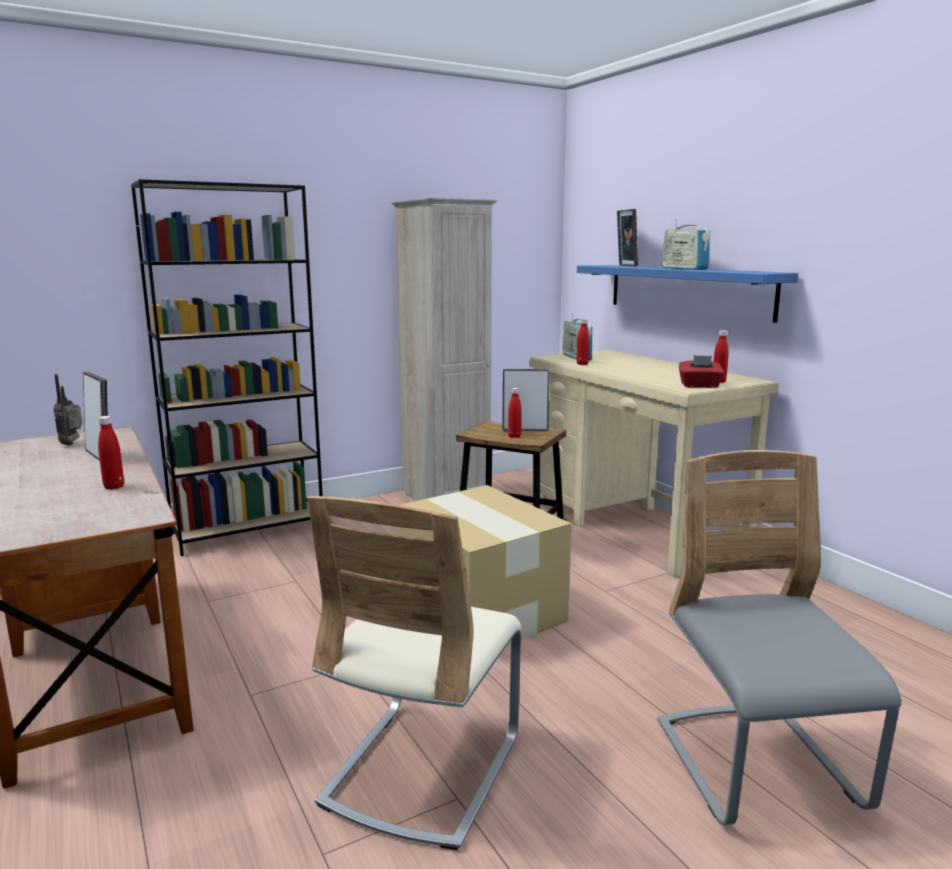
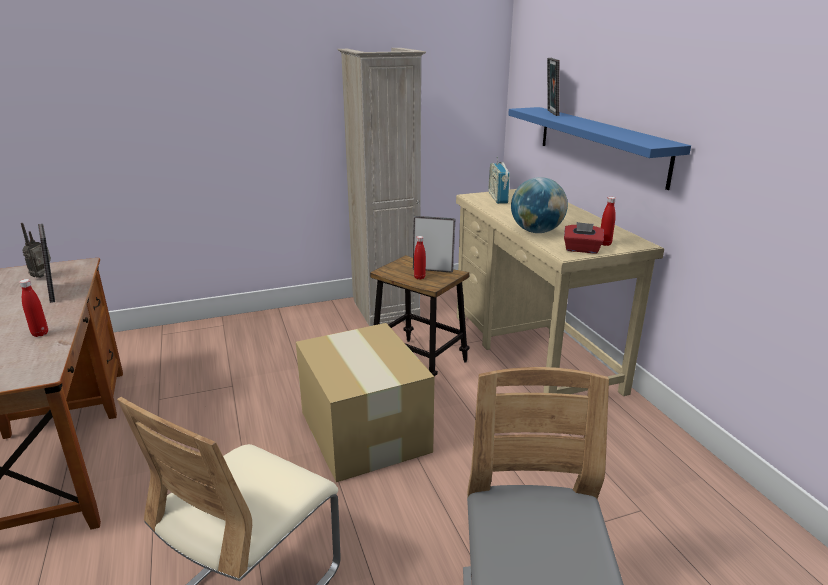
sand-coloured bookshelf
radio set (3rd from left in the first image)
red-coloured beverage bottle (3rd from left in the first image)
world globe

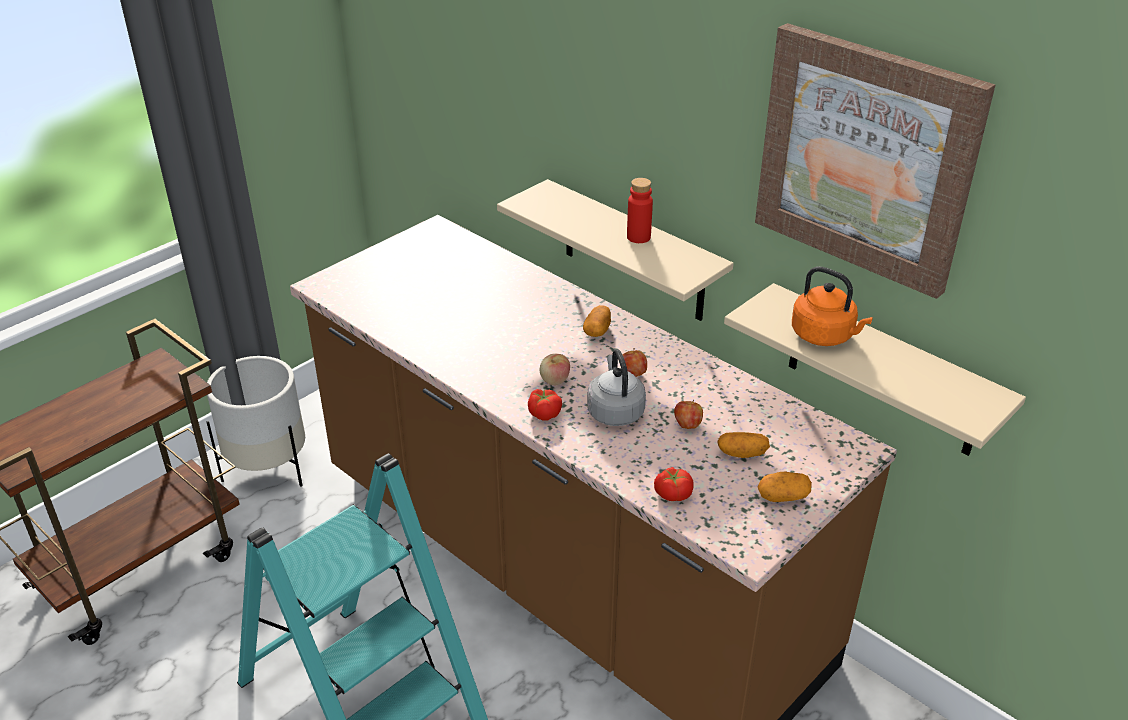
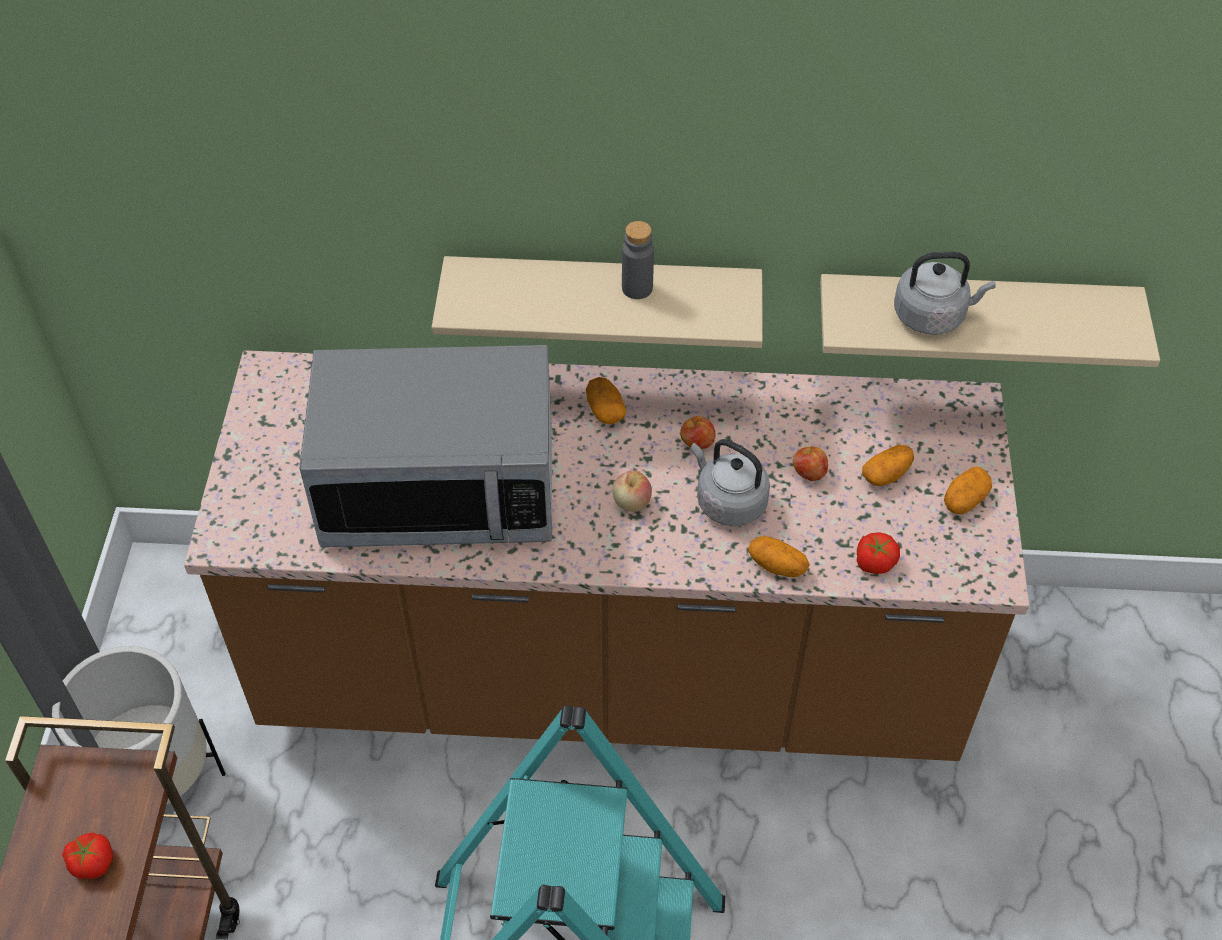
wall picture
gray beverage bottle
gray tea kettle (2nd from left)
whole tomato (1st from left)
kitchen microwave
whole potato (2nd from left)

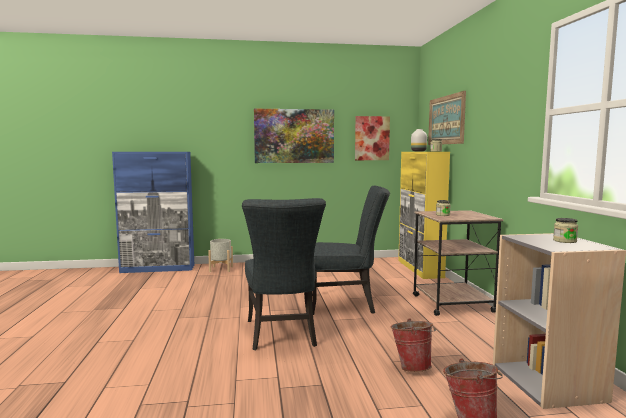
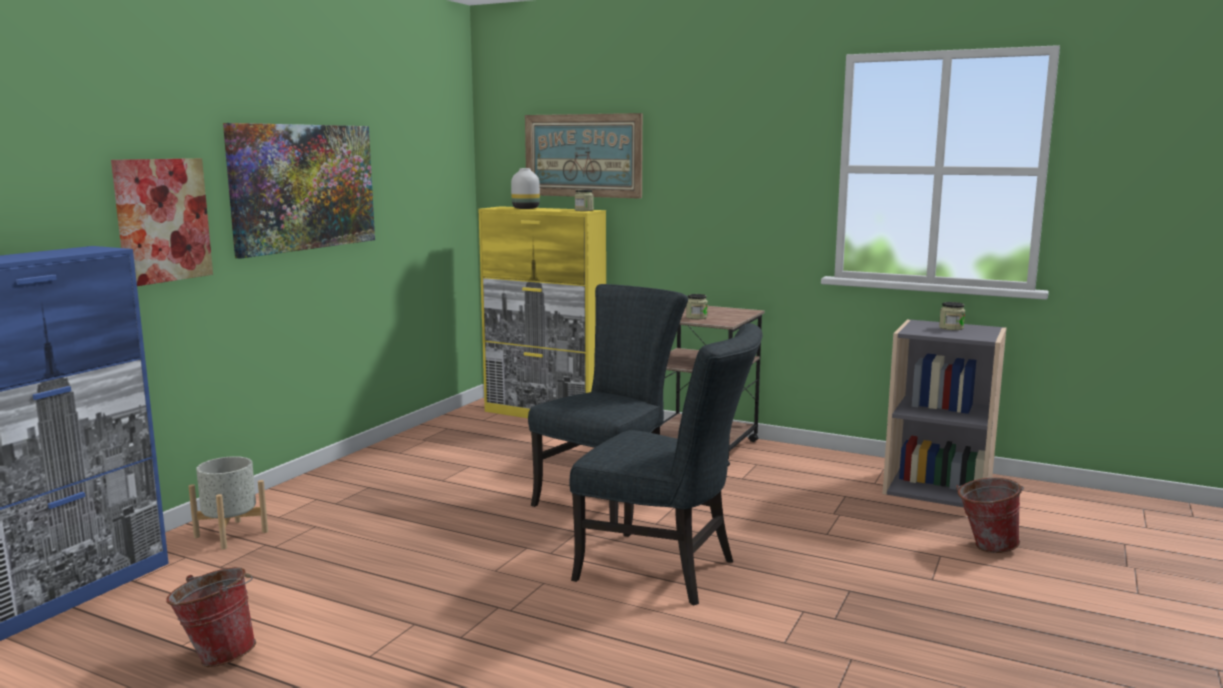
wall picture (1st from left)
pail (1st from left)

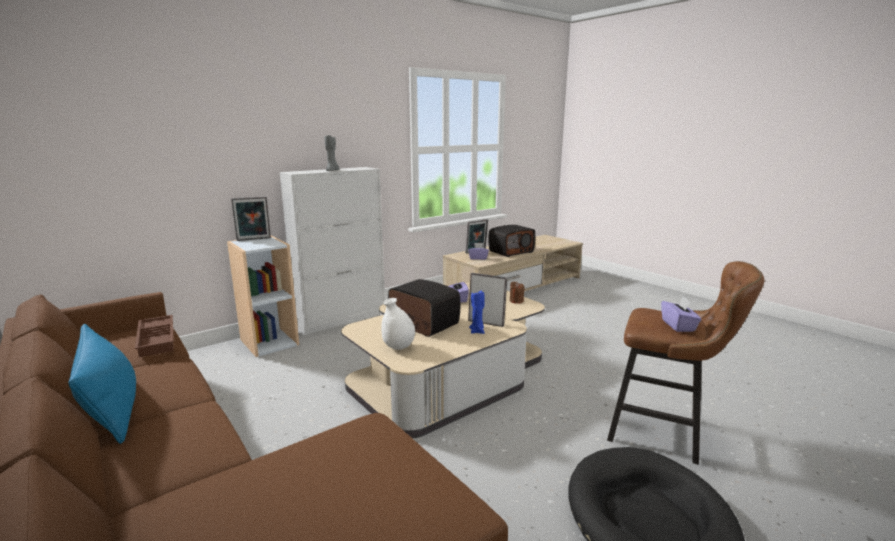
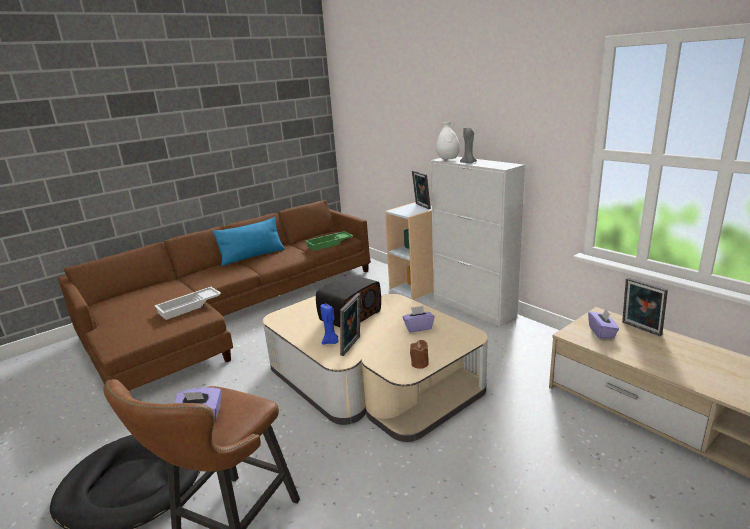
radio set (2nd from left in the first image)
whitish flower vase
greenish serving tray
whitish serving tray

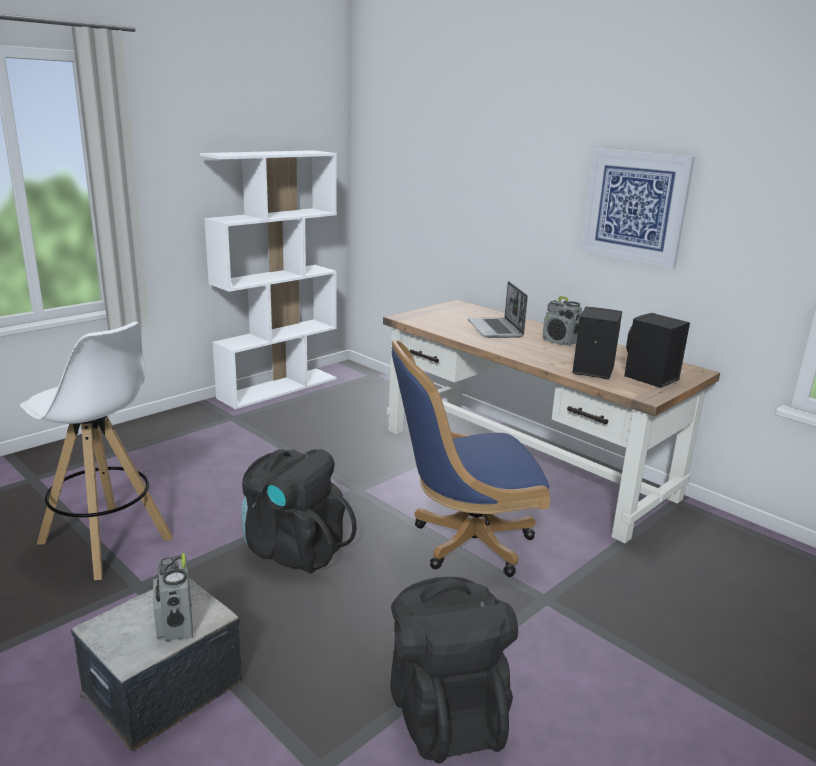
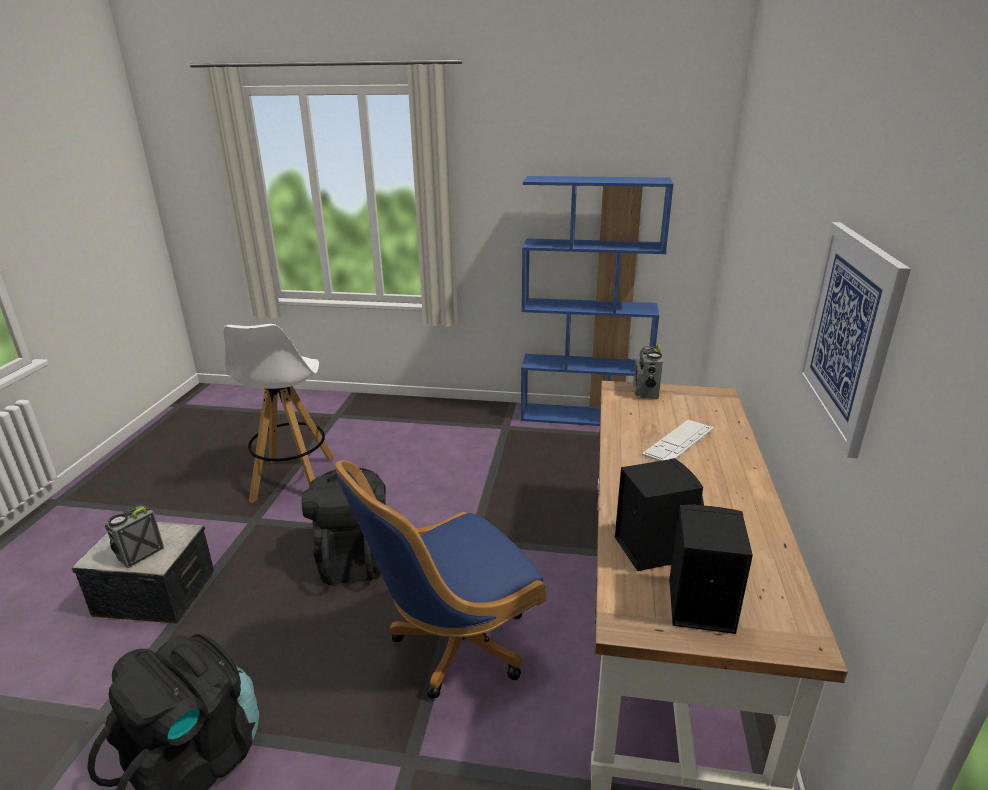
bluish bookshelf
PC keyboard
radio set (2nd from left)
bluish desk chair

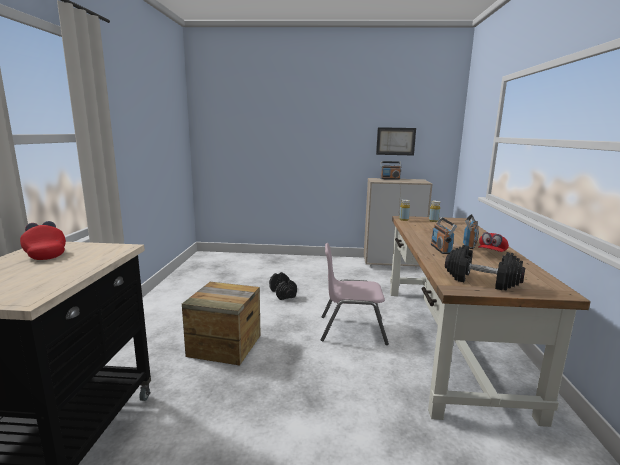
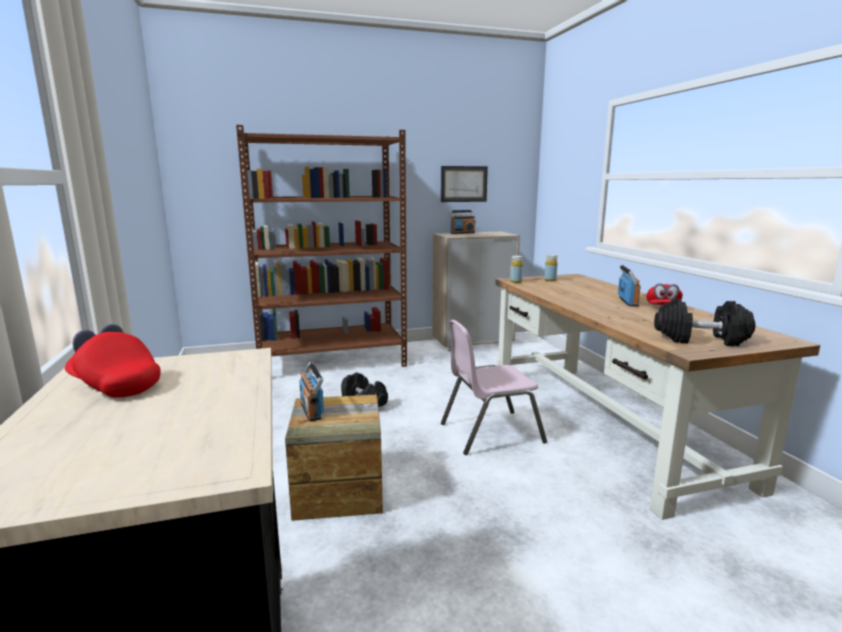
radio set (1st from left)
brown-coloured bookshelf

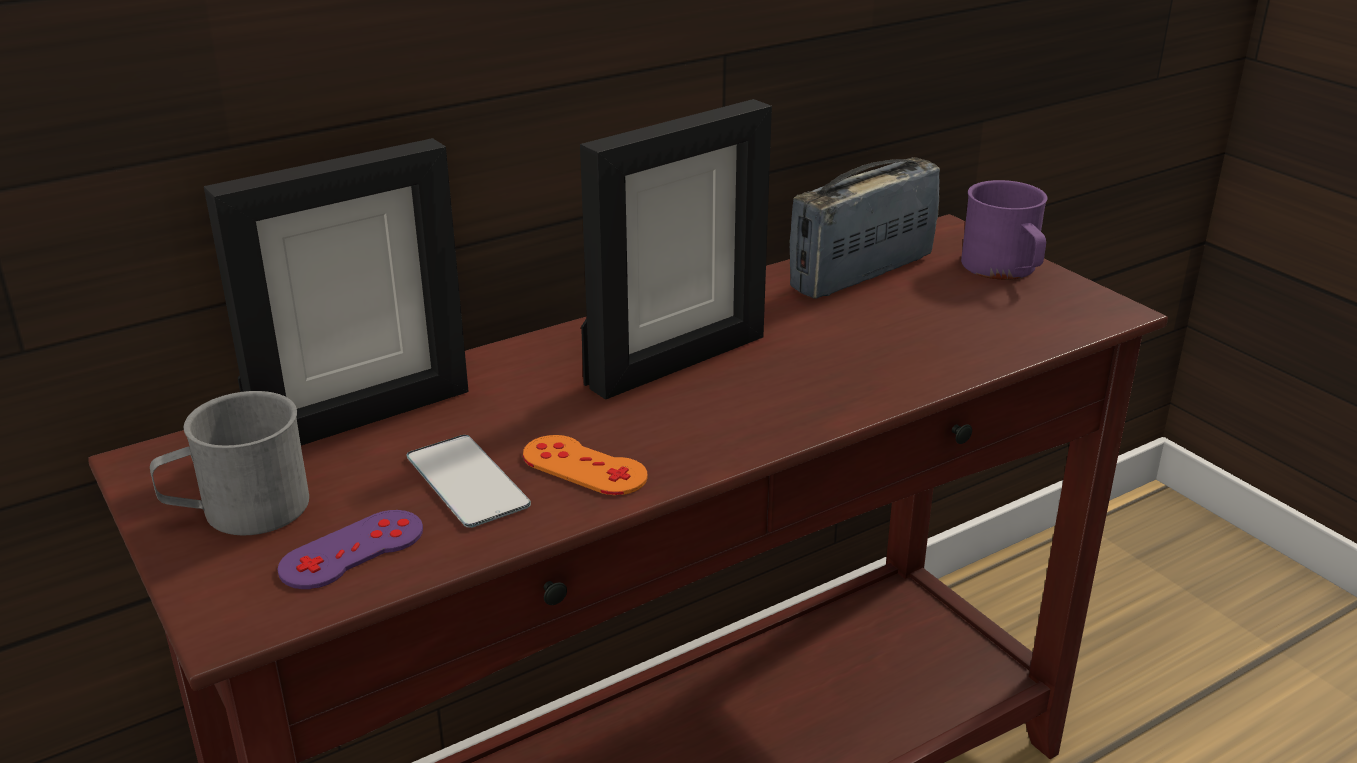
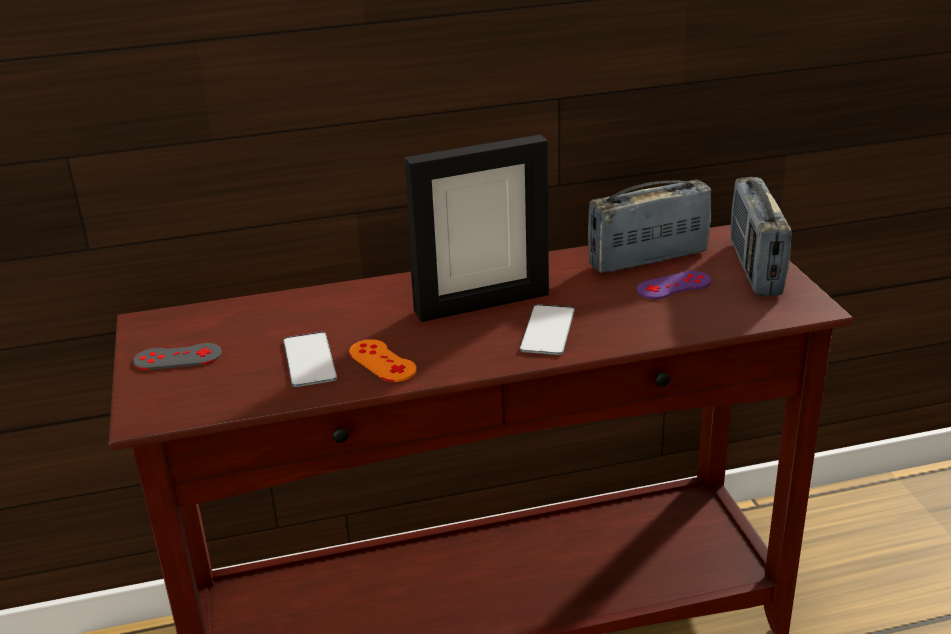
photo frame (1st from left in the first image)
radio set (2nd from left)
gray game controller
purple-coloured game controller
handset (2nd from left)

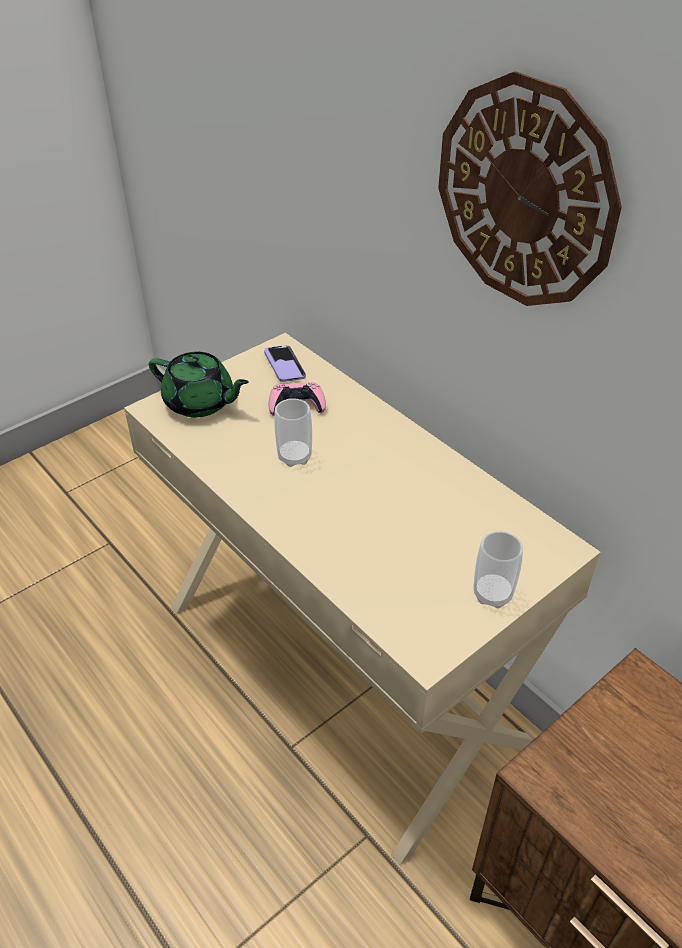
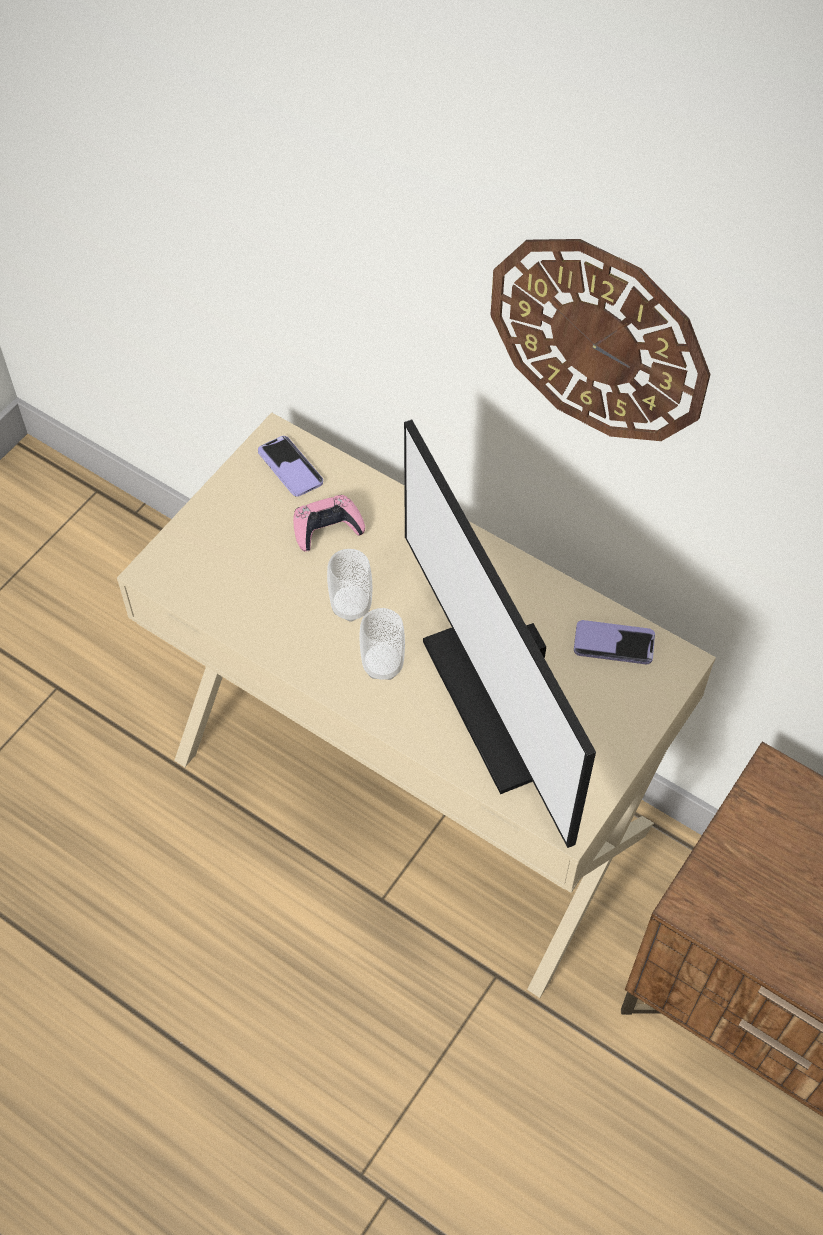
greenish tea pot
drinking cup (2nd from left)
computer screen
handset (2nd from left)

